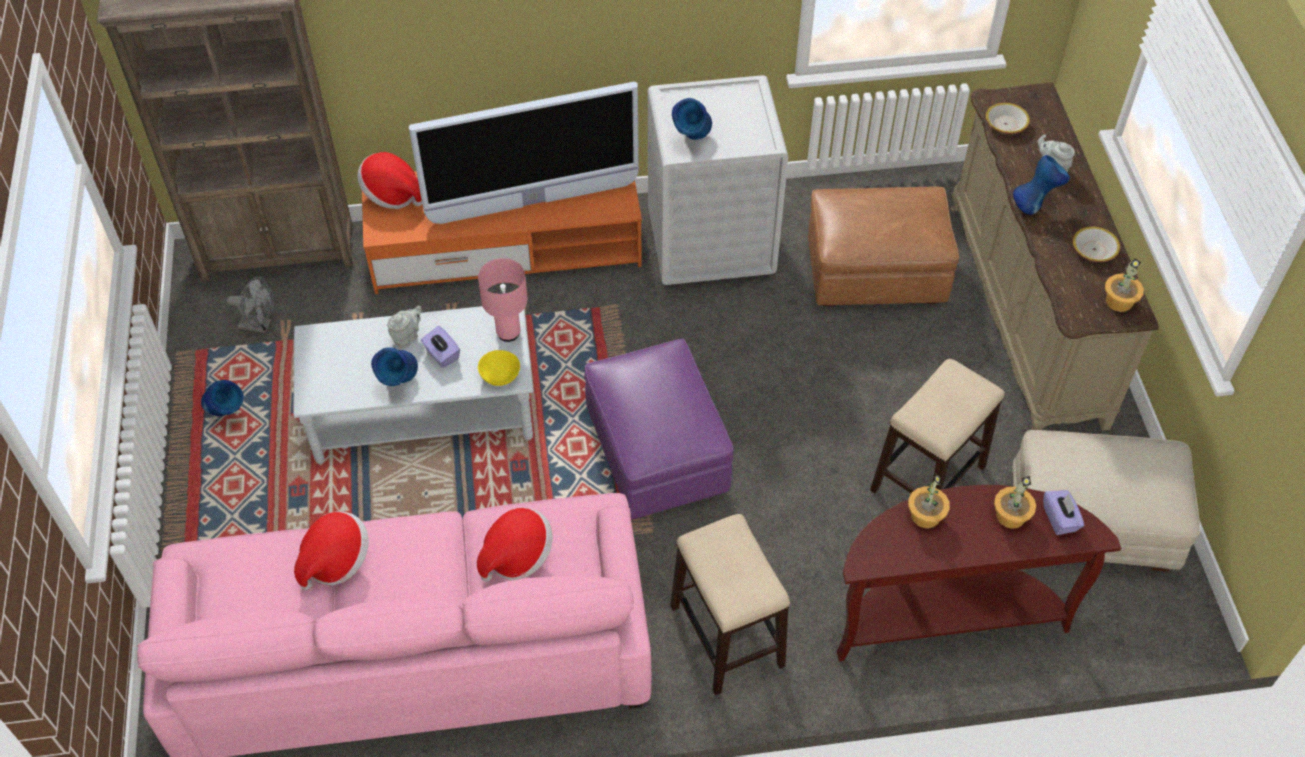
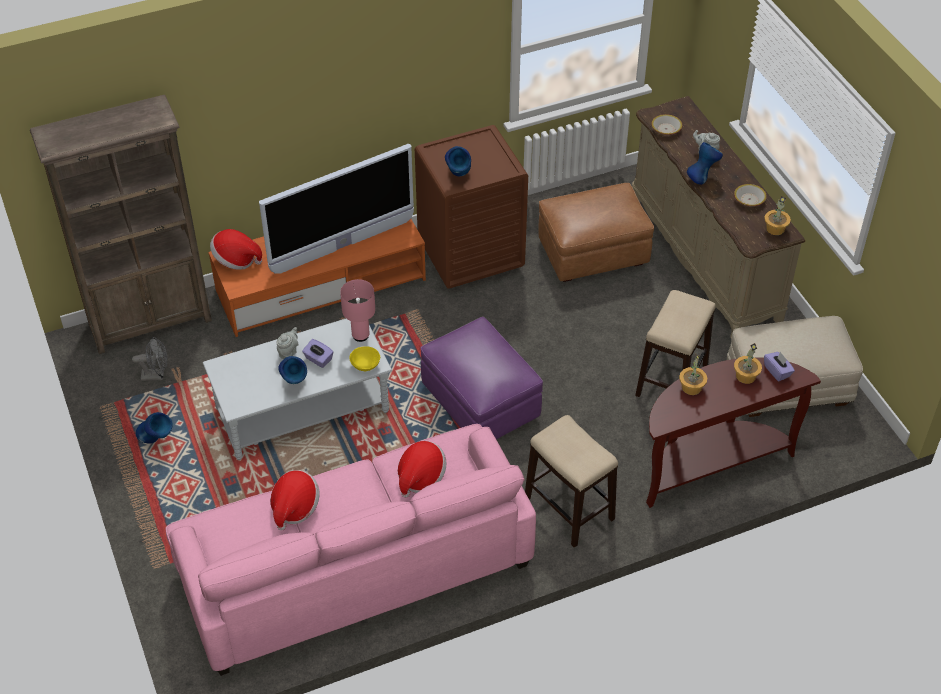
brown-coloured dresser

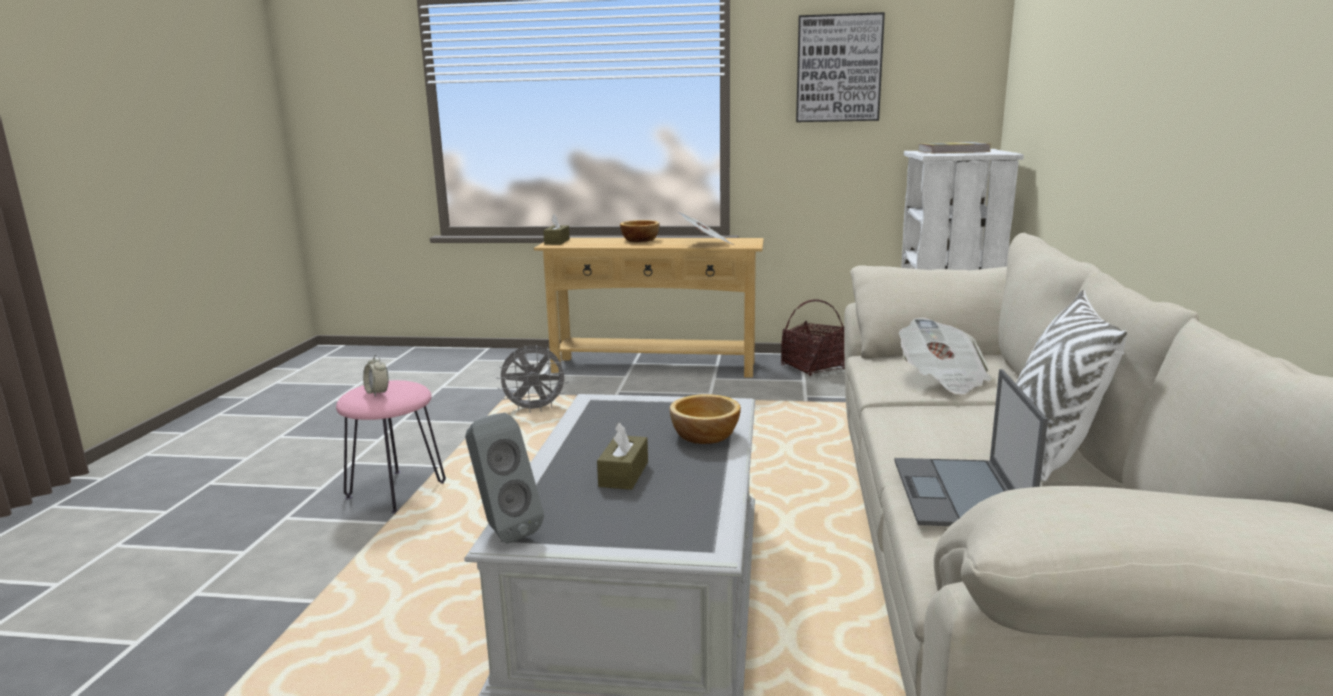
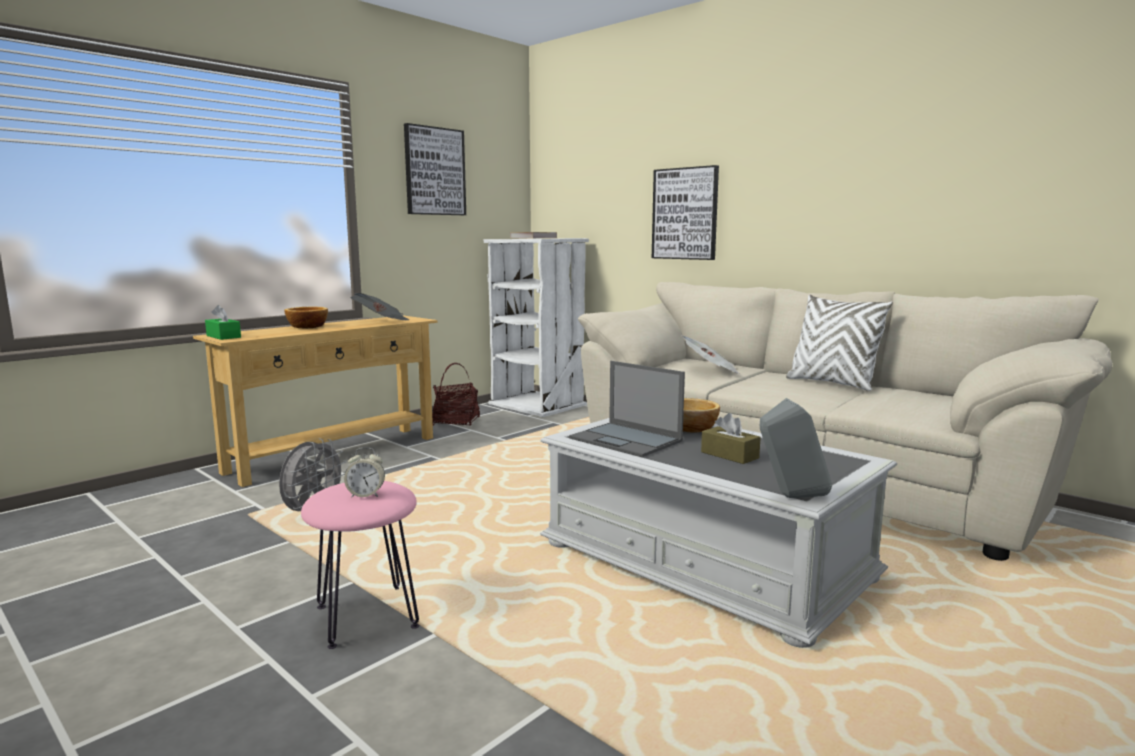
greenish box of tissues
notebook computer
wall picture (2nd from left)

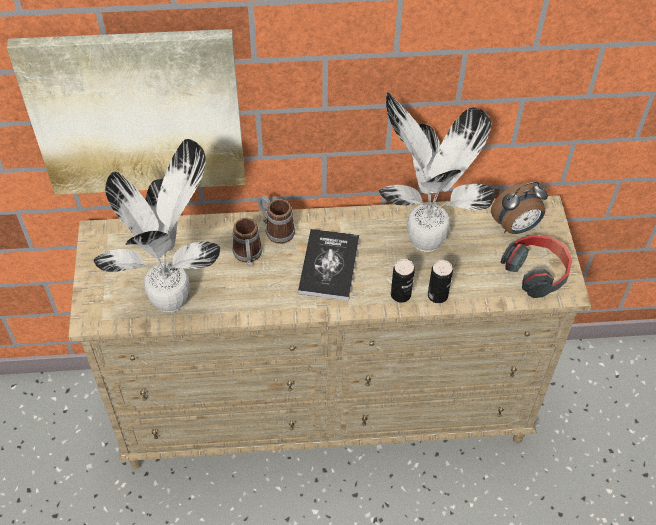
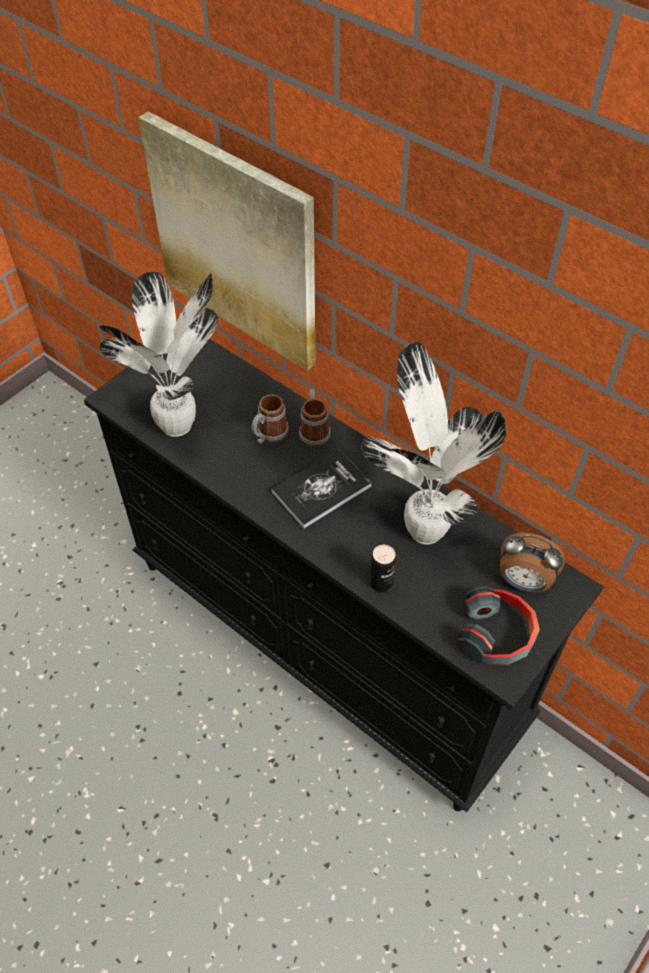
black dresser
can (1st from left in the first image)

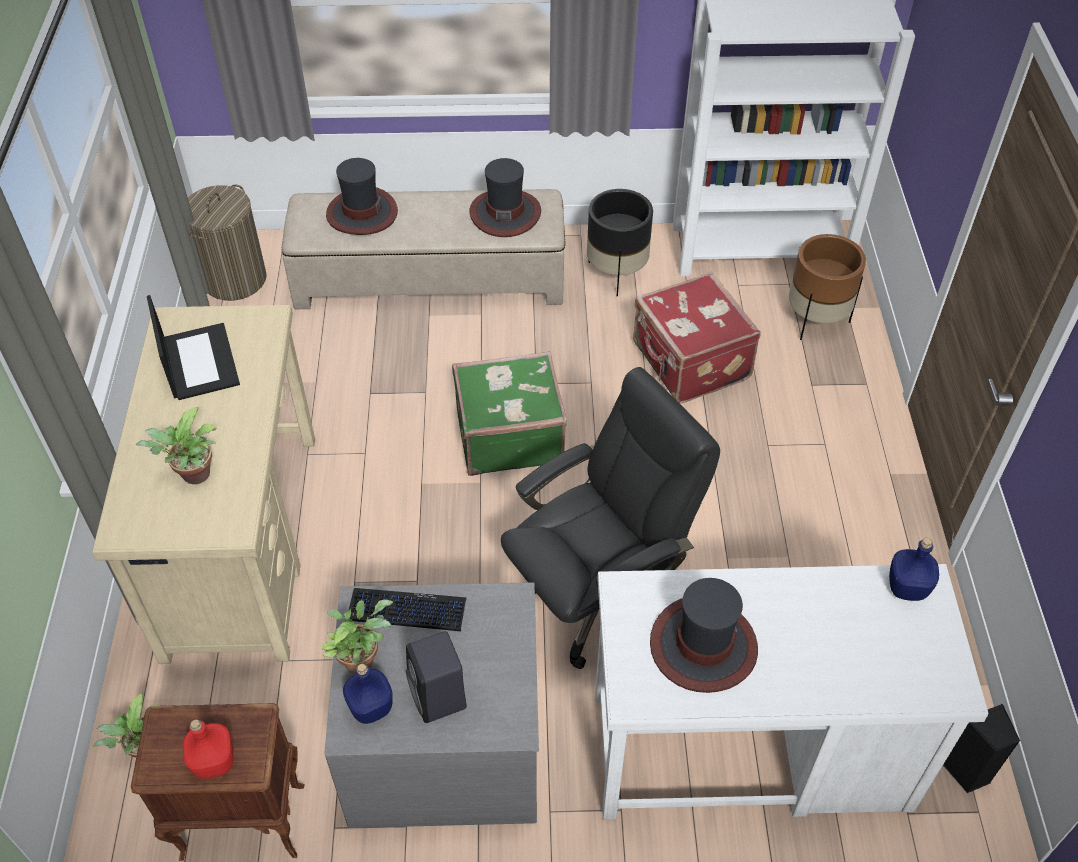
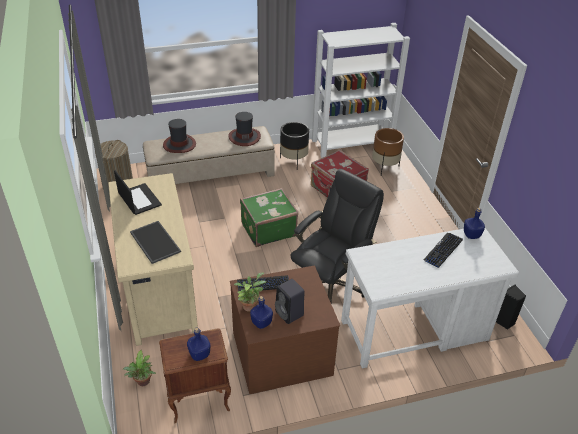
serving tray
wearable hat (3rd from left in the first image)
brown-coloured dresser
bluish beverage bottle (1st from left)
PC keyboard (2nd from left)

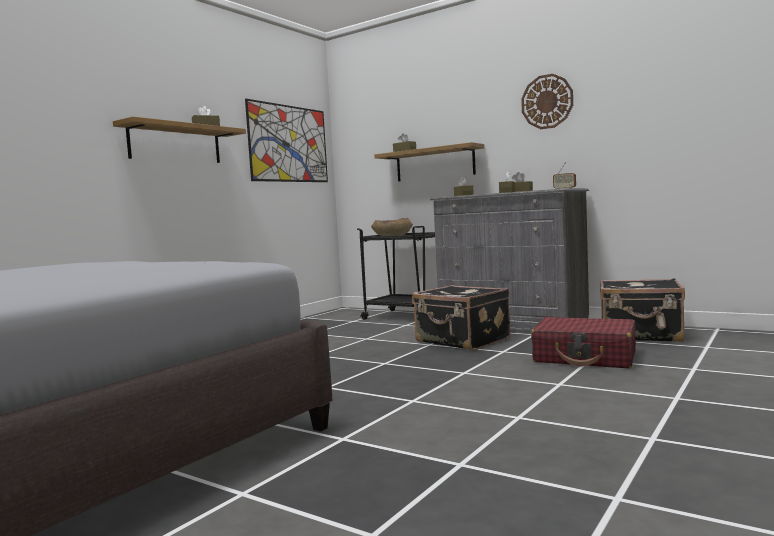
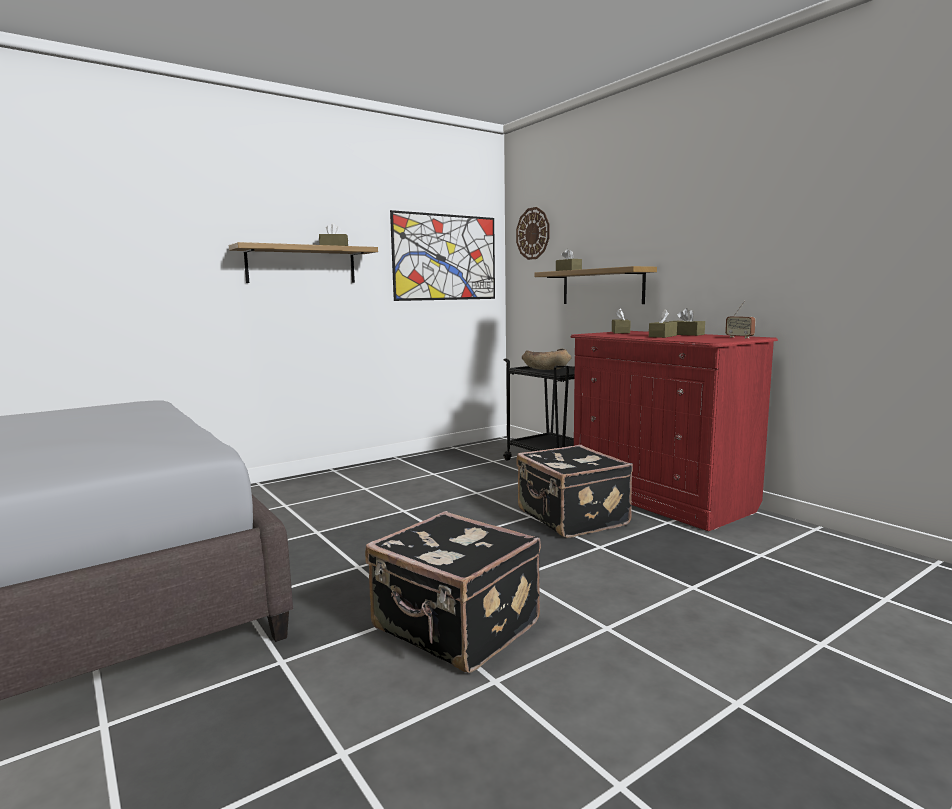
hanging clock
red-coloured dresser
black piece of luggage (1st from left)
red-coloured piece of luggage

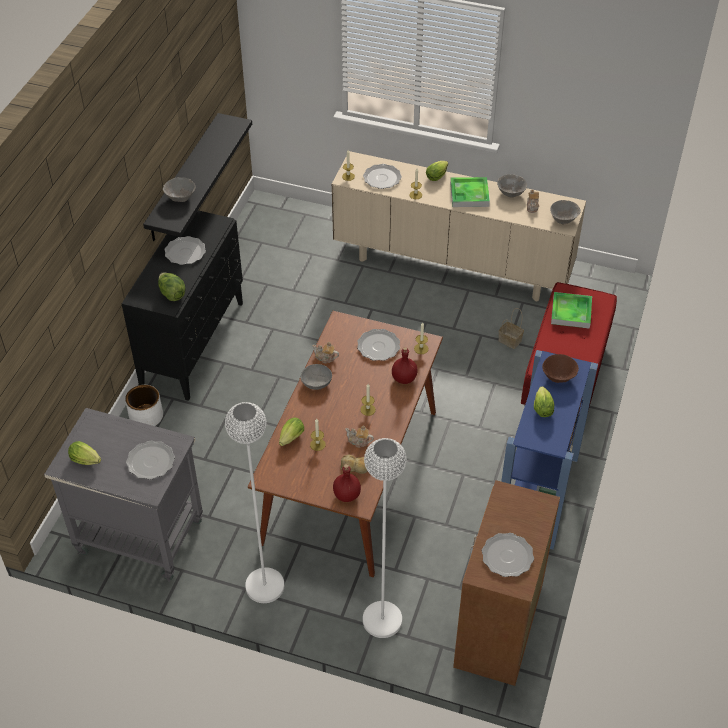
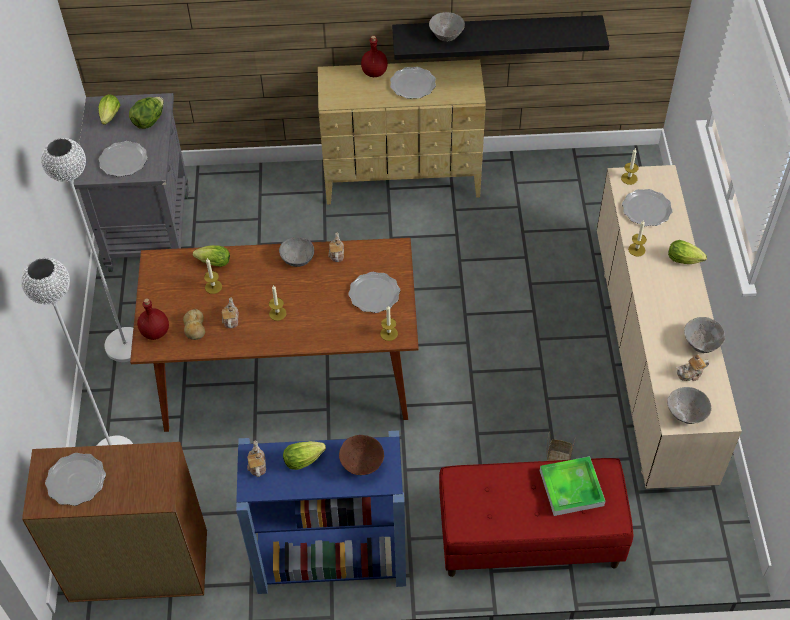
serving tray (1st from left in the first image)
sand-coloured dresser
lettuce head (2nd from left)
red-coloured beverage bottle (2nd from left)
whitish planter
tea pot (2nd from left)

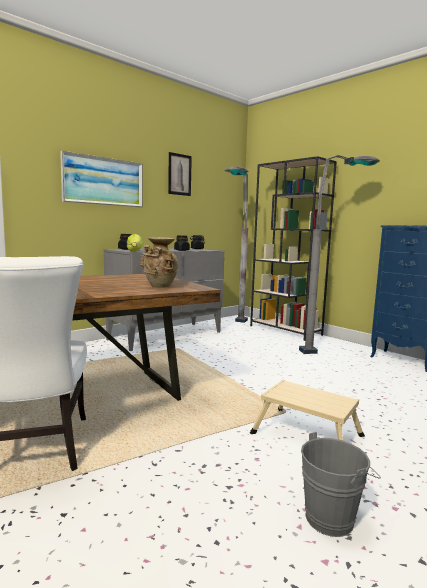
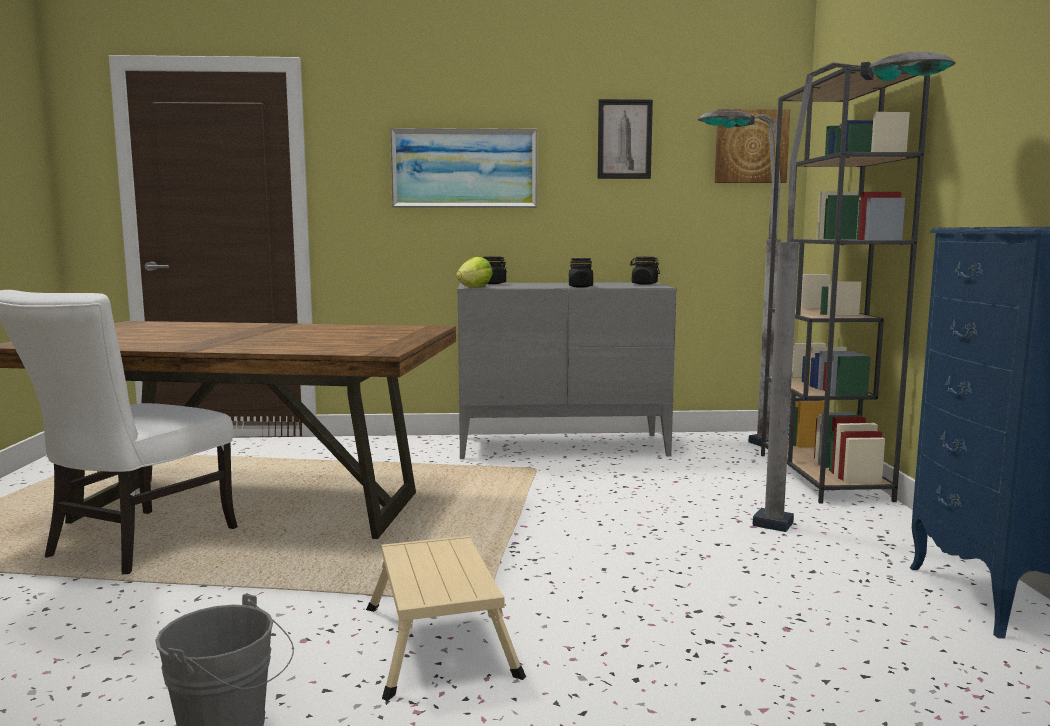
sand-coloured flower vase
wall picture (3rd from left)

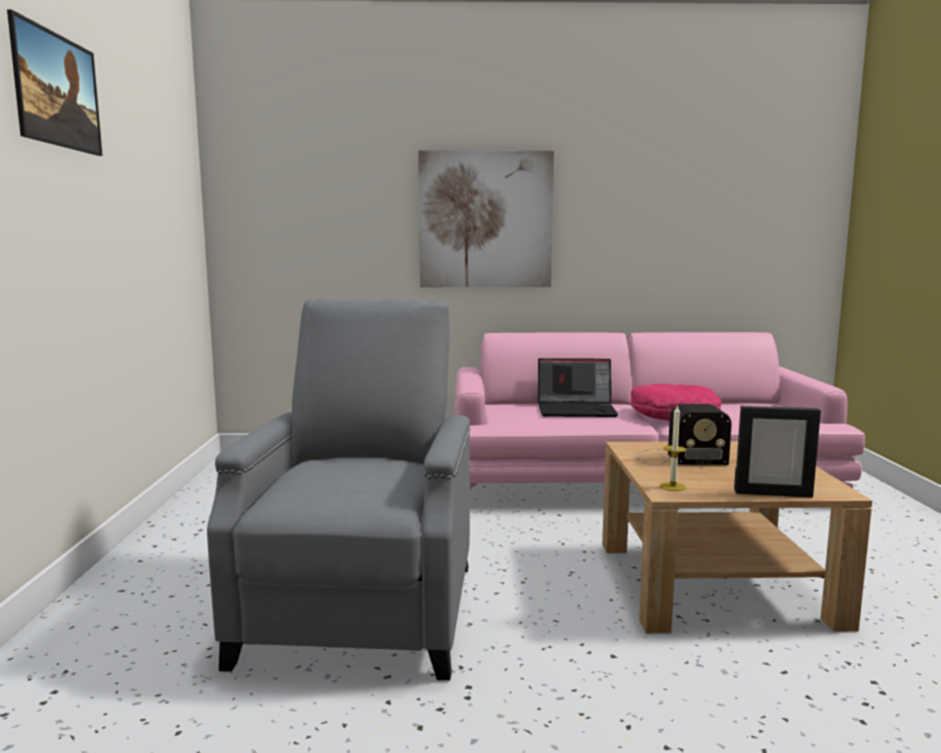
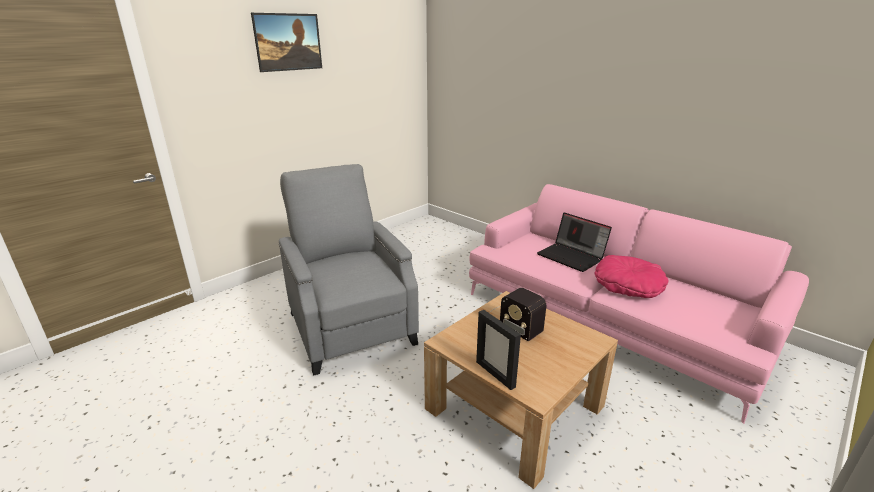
wall picture (2nd from left in the first image)
gray lounge chair
wax light

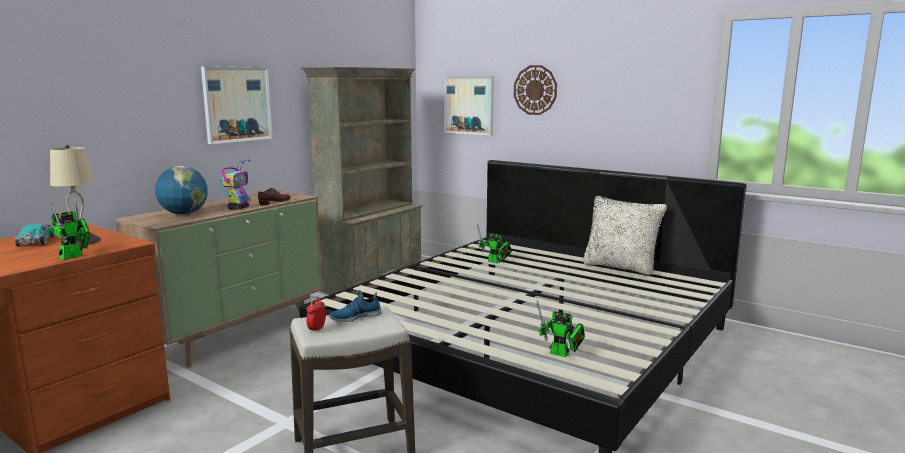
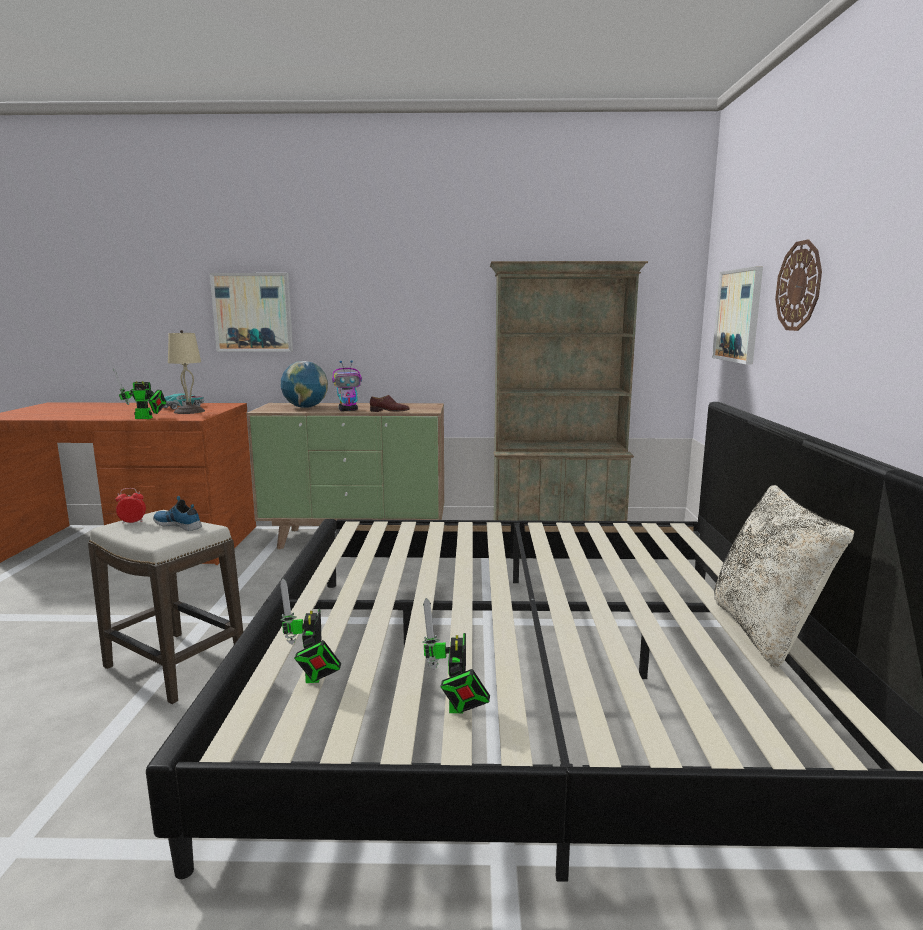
wall picture (1st from left)
toy robot (4th from left)

